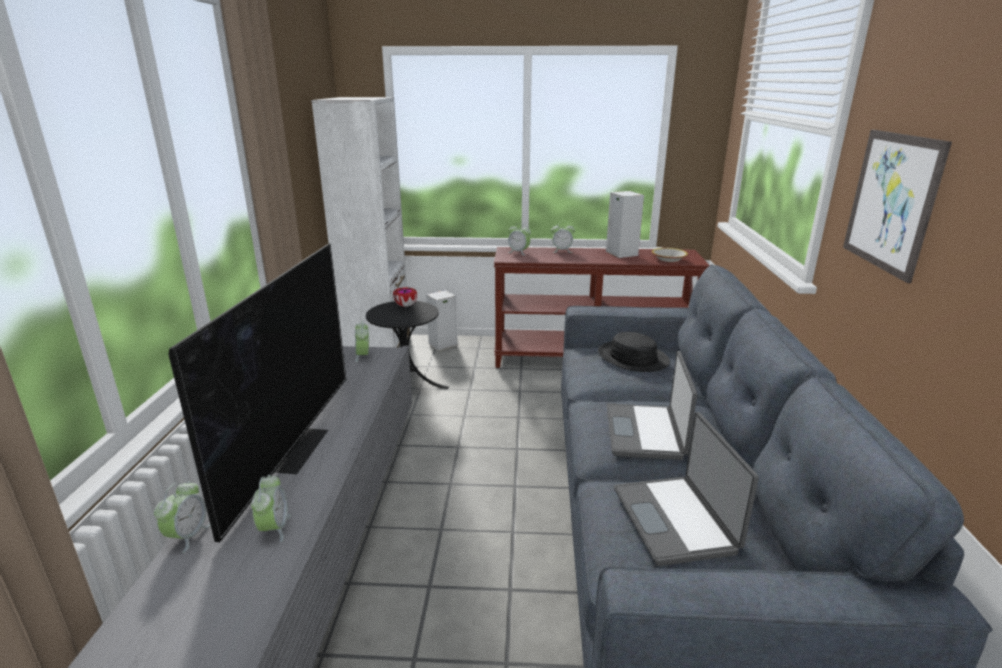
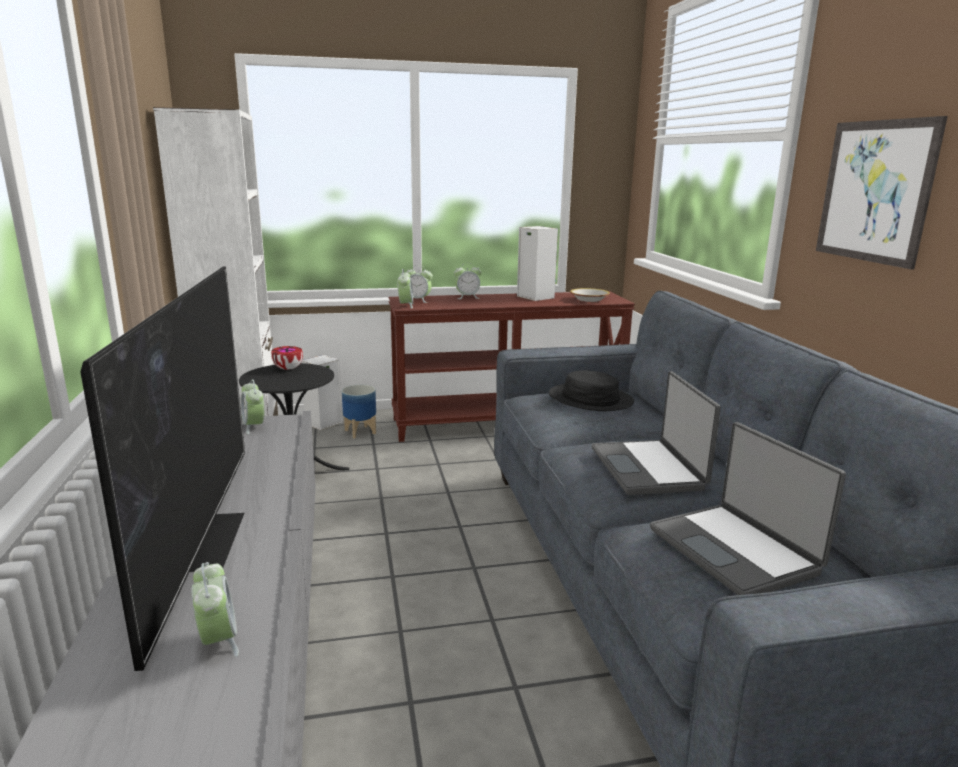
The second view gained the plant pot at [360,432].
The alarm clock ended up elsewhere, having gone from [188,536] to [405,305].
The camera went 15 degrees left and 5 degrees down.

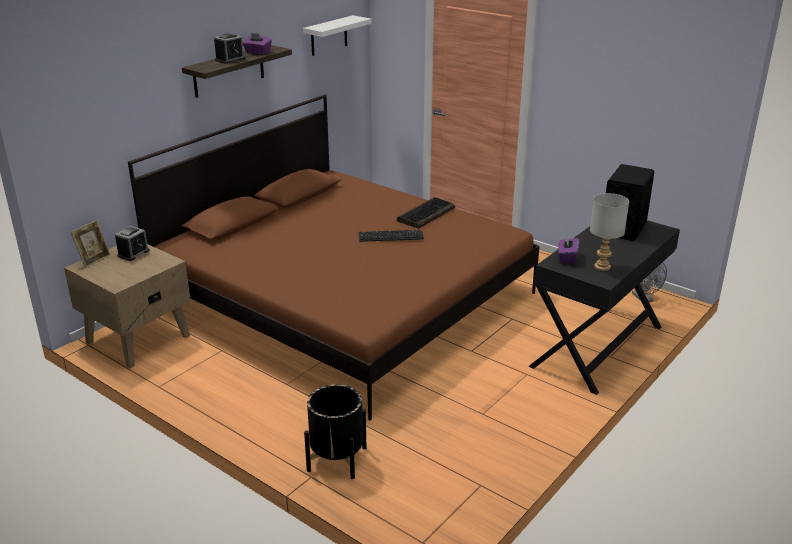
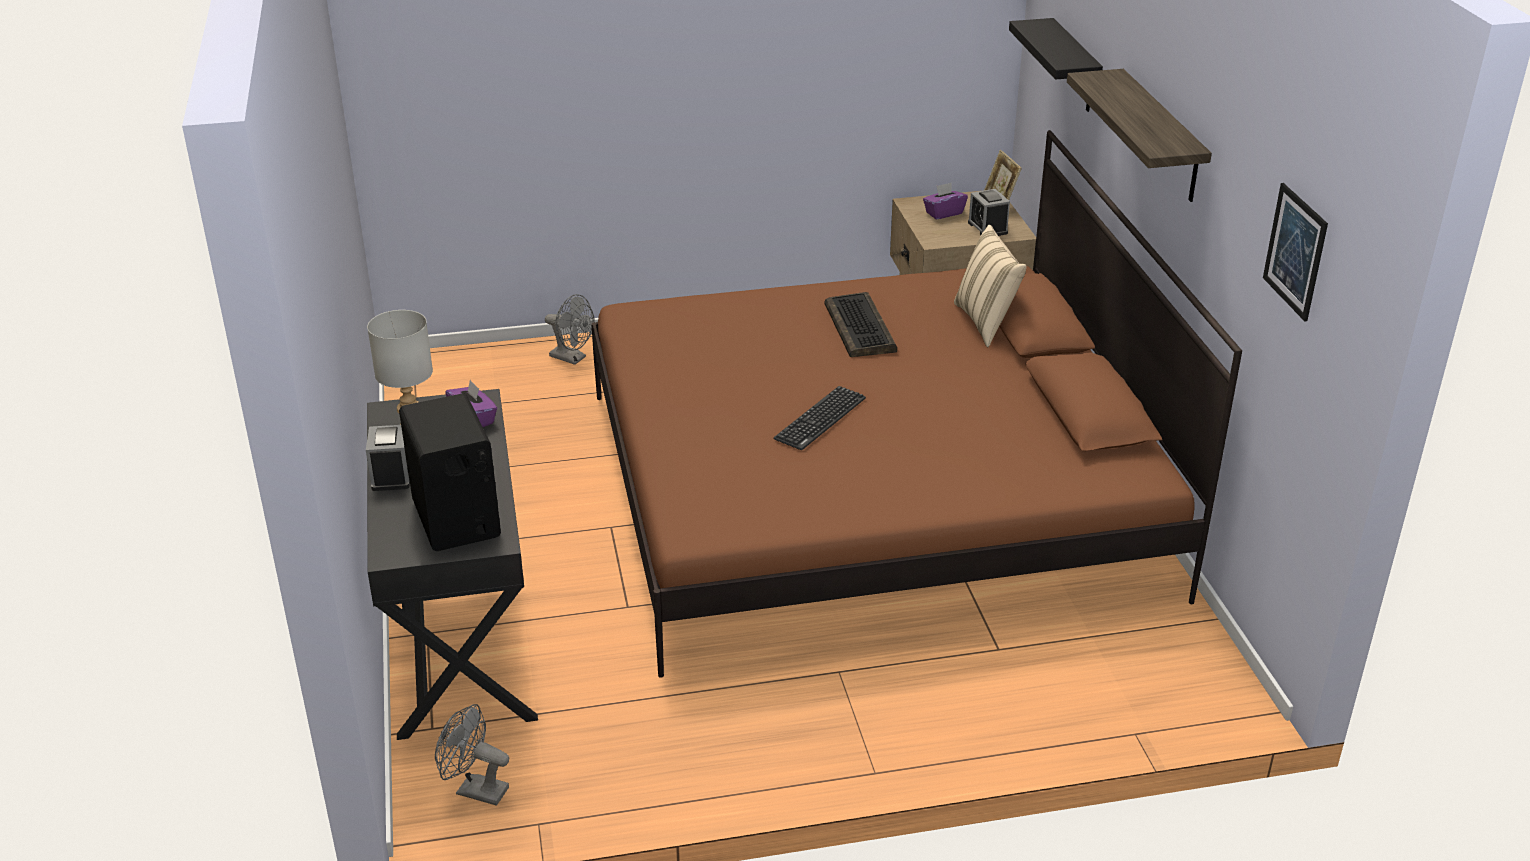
The alarm clock ended up elsewhere, having gone from [230,60] to [392,475].
Where the plant pot/black-coloured stood at [337,459], the electric fan/gray came to stand at [572,358].
The PC keyboard ended up elsewhere, having gone from [426,214] to [861,328].
The box of tissues/purple ended up elsewhere, having gone from [257,52] to [943,213].
The second view gained the cushion/sand-coloured at [986,322].
The second view gained the wall shelf/black-coloured at [1074,67].
Where the wall shelf/white-coloured hung at [329,36], the wall picture came to hang at [1295,251].
The camera went 130 degrees right and 5 degrees up.

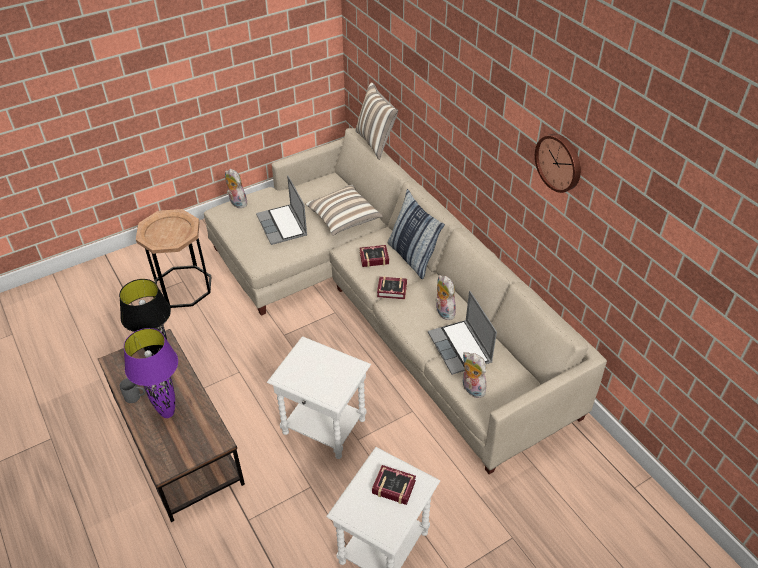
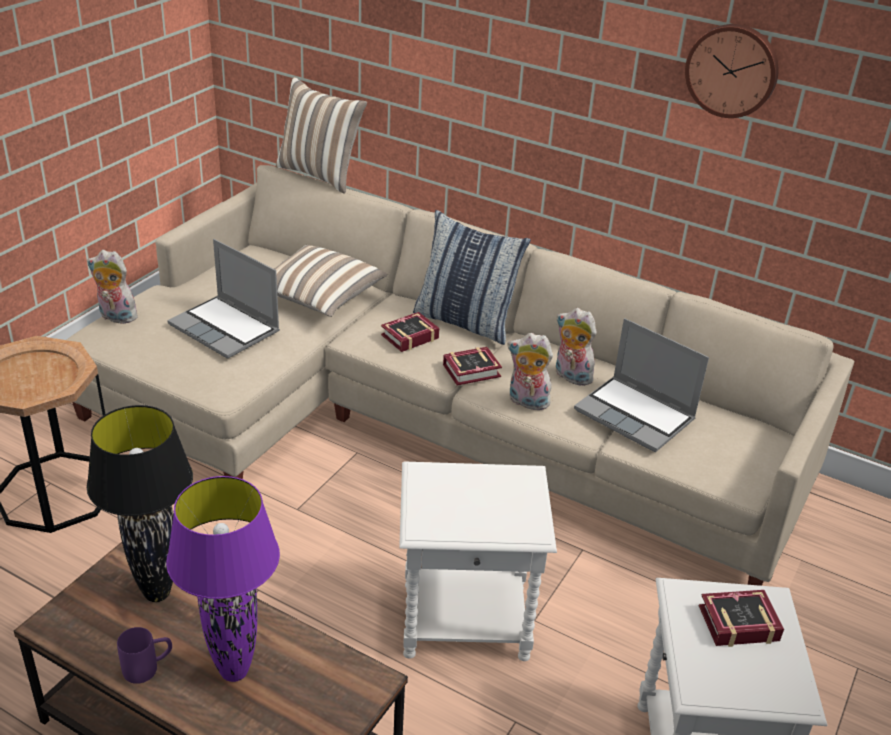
What was the coffee mug/gray at [136,397] turned into the coffee mug/purple at [148,668].
The cuddly toy ended up elsewhere, having gone from [471,389] to [526,402].
The camera went 30 degrees left and 10 degrees down.

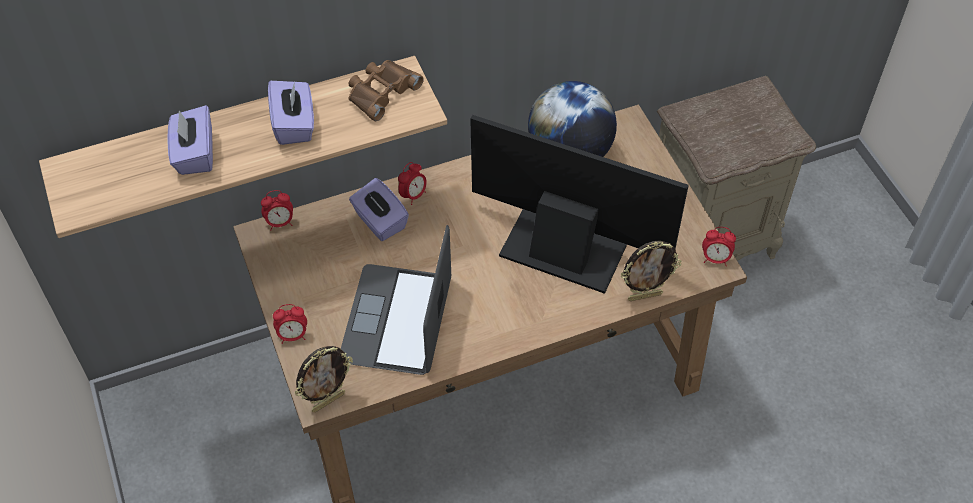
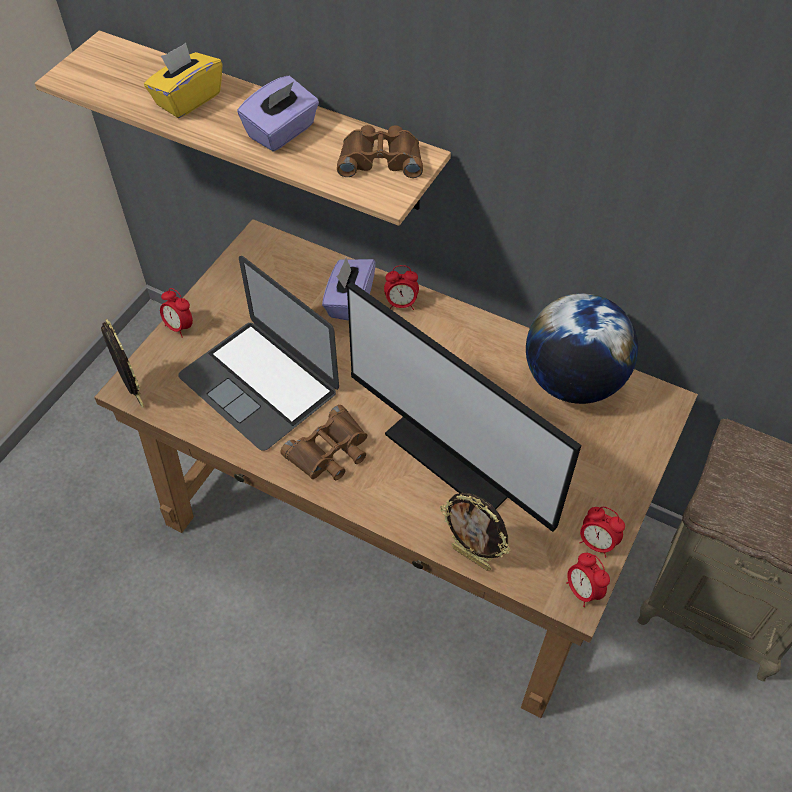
The standing frame at [328,401] ended up facing another way, 135 degrees counterclockwise from before.
What was the box of tissues/purple at [194,154] turned into the box of tissues/yellowish at [188,99].
The notebook computer at [397,319] ended up facing another way, 105 degrees counterclockwise from before.
The second view gained the binoculars/brown-coloured at [330,451].
The monitor at [564,248] ended up facing another way, 150 degrees clockwise from before.
The alarm clock ended up elsewhere, having gone from [280,223] to [596,543].
The camera went 50 degrees right and 0 degrees up.

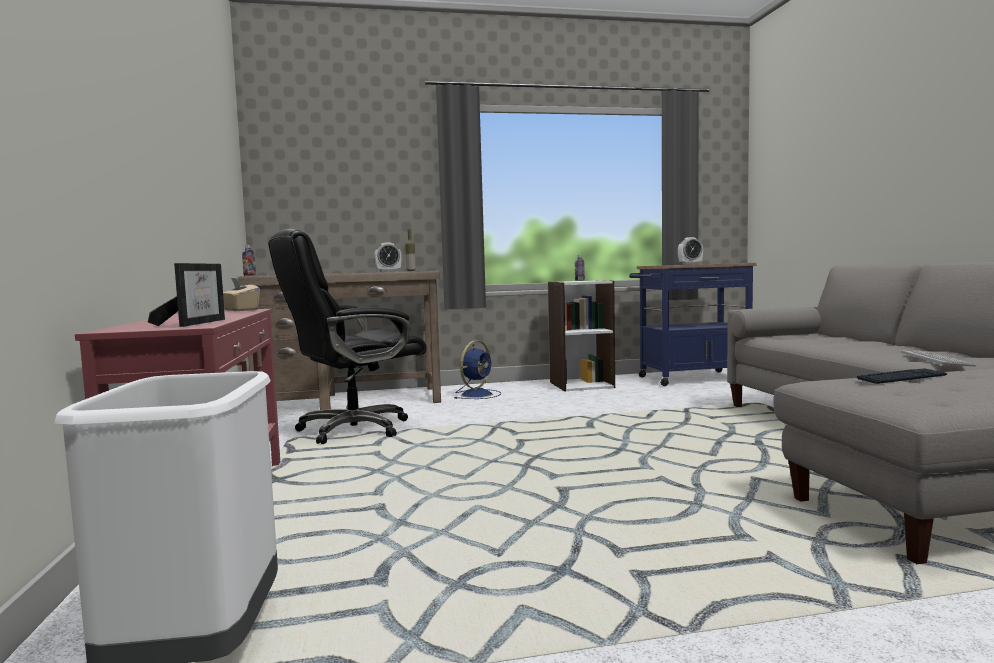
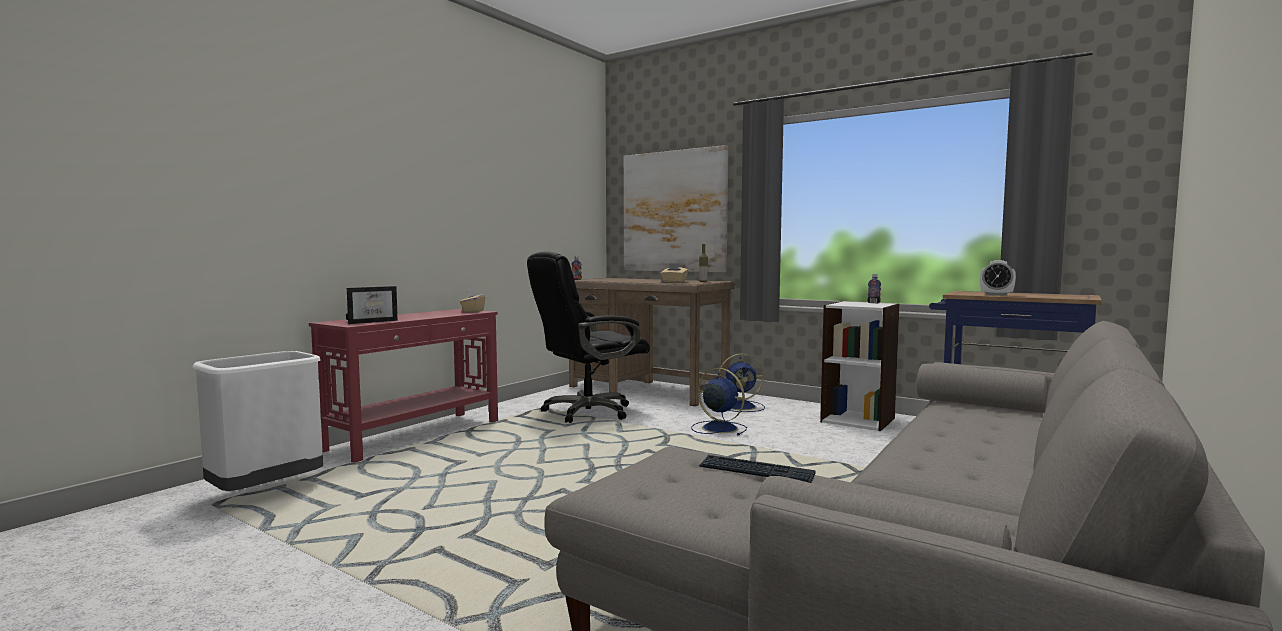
The computer chair/black-coloured at [356,429] ended up facing another way, 45 degrees counterclockwise from before.
The second view gained the wall picture at [674,211].
Where the alarm clock stood at [388,271], the box of tissues/sand-coloured came to stand at [674,282].
The second view gained the electric fan/bluish at [718,428].
The second view lost the PC keyboard at [935,360].
The camera went 45 degrees right and 0 degrees up.

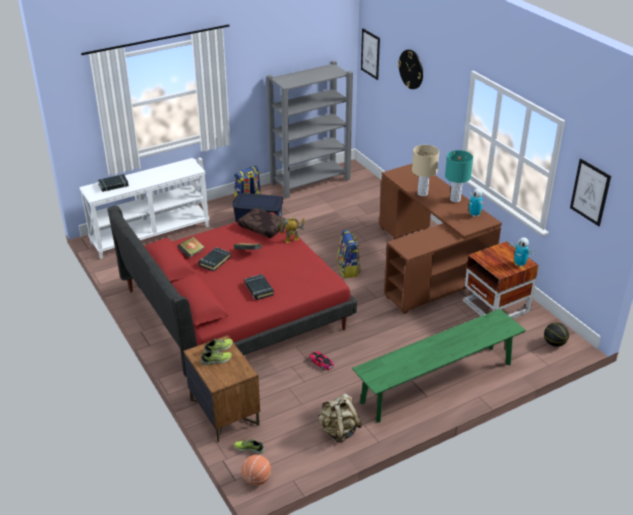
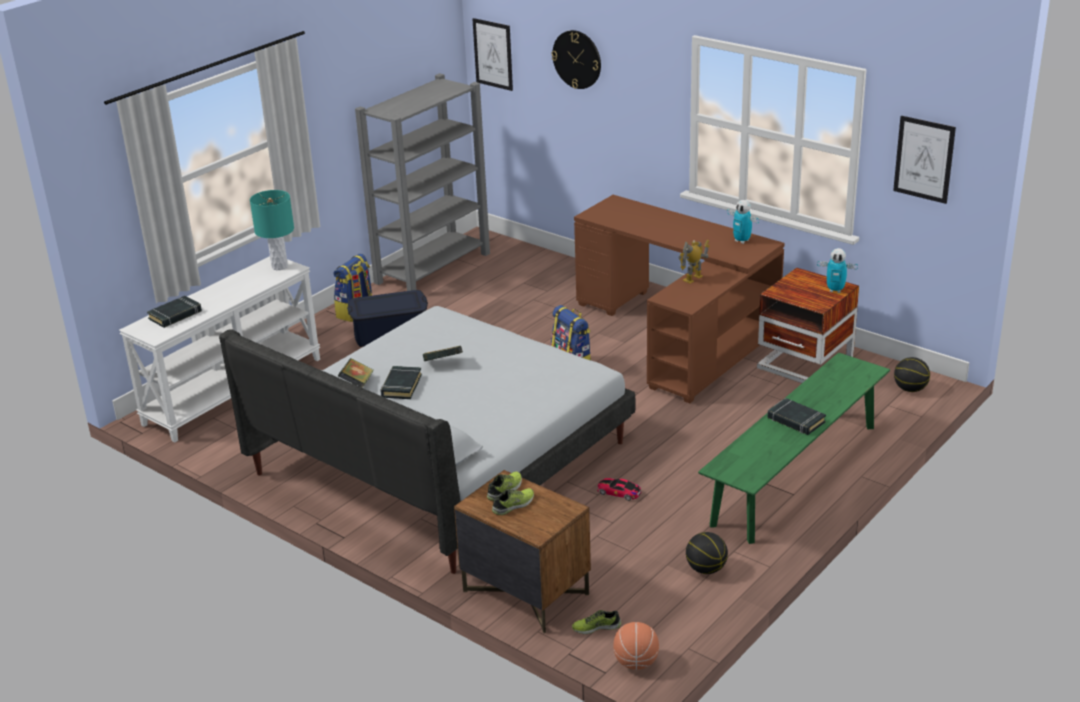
What was the bedroom bed/red-coloured at [235,309] turned into the bedroom bed/gray at [442,457].
The tabletop lamp/turquoise-coloured ended up elsewhere, having gone from [455,199] to [280,266].
The model robot ended up elsewhere, having gone from [291,240] to [693,278].
Where the backpack/sand-coloured stood at [338,431], the basketball ball came to stand at [706,569].
The volume/black-coloured ended up elsewhere, having gone from [258,289] to [795,420].
The second view lost the cushion/brown-coloured at [262,227].
The second view lost the tabletop lamp/sand-coloured at [422,193].
The camera went 20 degrees left and 5 degrees down.

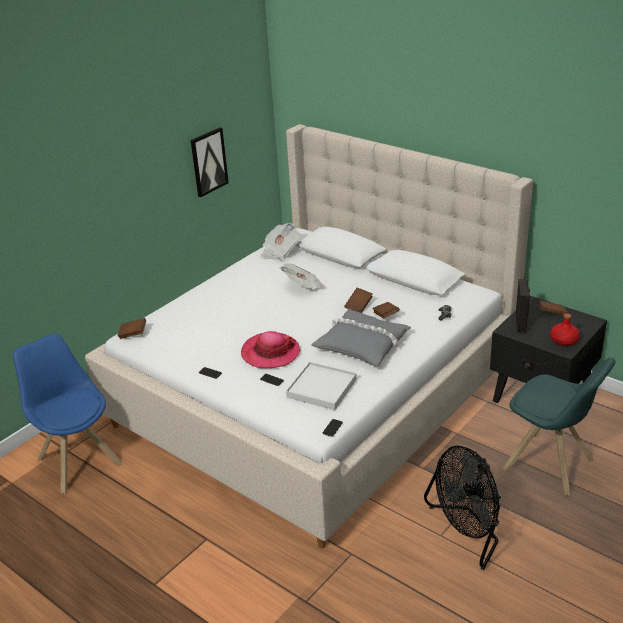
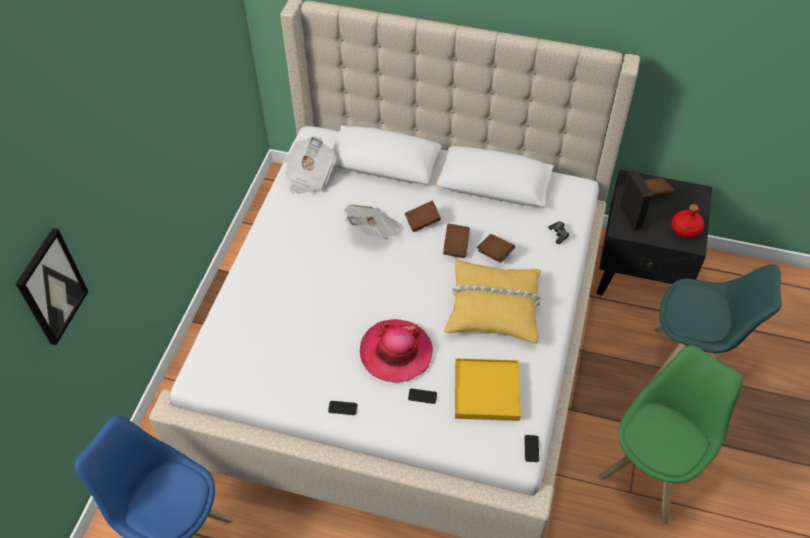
The wall picture ended up elsewhere, having gone from [208,162] to [51,287].
The volume/brown-coloured ended up elsewhere, having gone from [133,334] to [422,222].
What was the cushion/gray at [362,344] turned into the cushion/yellowish at [493,307].
What was the tray/white-coloured at [321,388] turned into the tray/yellowish at [486,391].
Where the electric fan/black-coloured stood at [469,527], the chair/greenish came to stand at [652,472].
The camera went 25 degrees left and 20 degrees up.

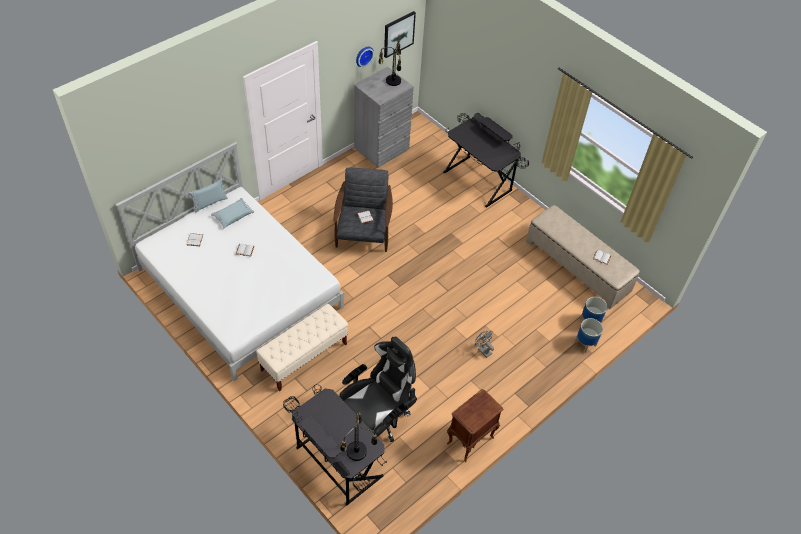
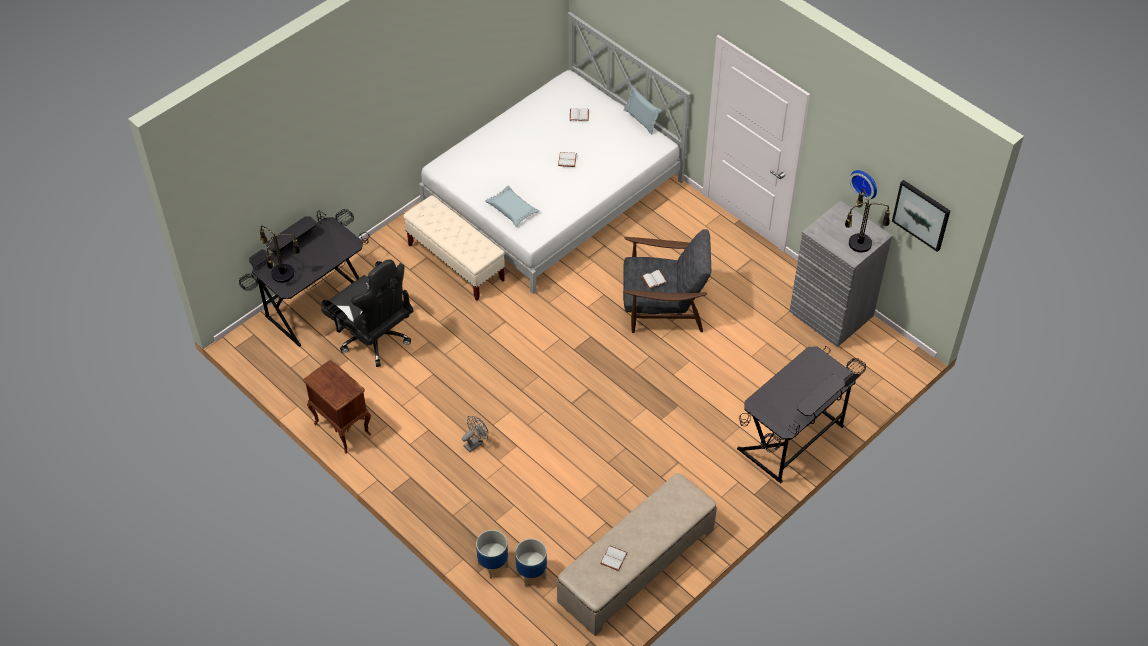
The cushion/bluish ended up elsewhere, having gone from [233,215] to [512,208].
The camera went 90 degrees right and 0 degrees up.

